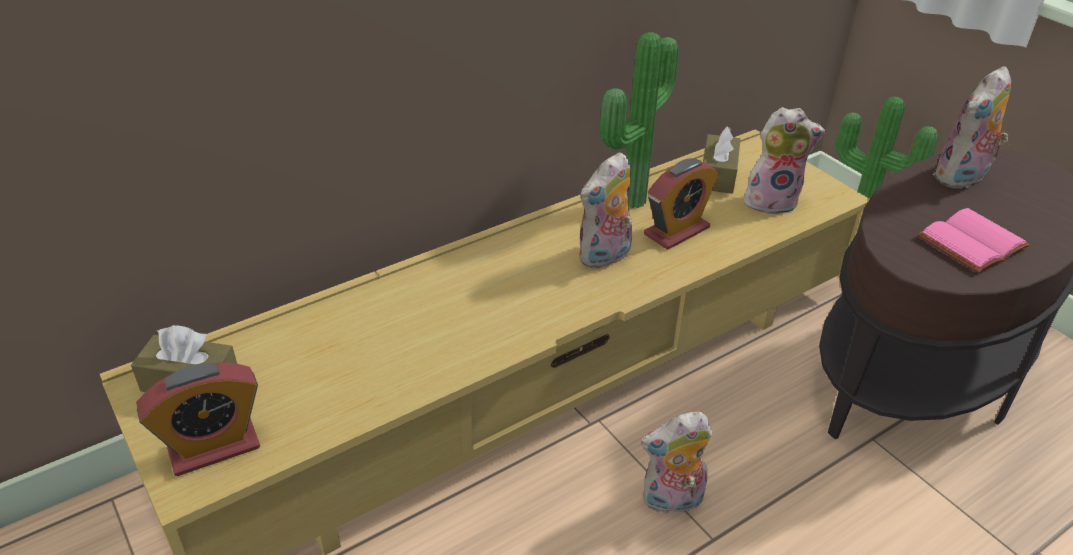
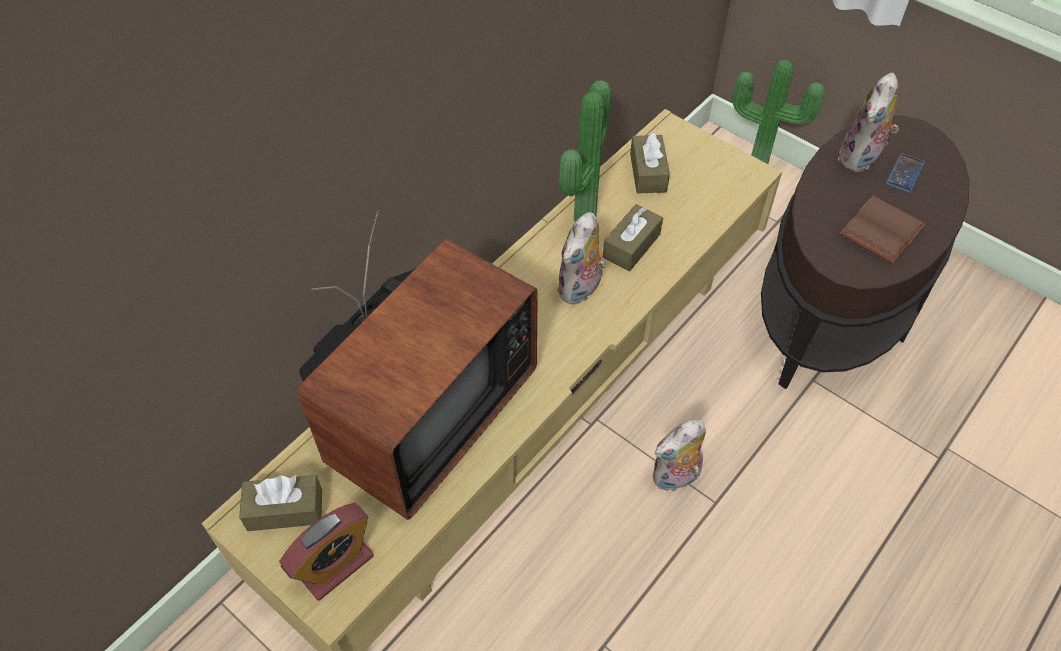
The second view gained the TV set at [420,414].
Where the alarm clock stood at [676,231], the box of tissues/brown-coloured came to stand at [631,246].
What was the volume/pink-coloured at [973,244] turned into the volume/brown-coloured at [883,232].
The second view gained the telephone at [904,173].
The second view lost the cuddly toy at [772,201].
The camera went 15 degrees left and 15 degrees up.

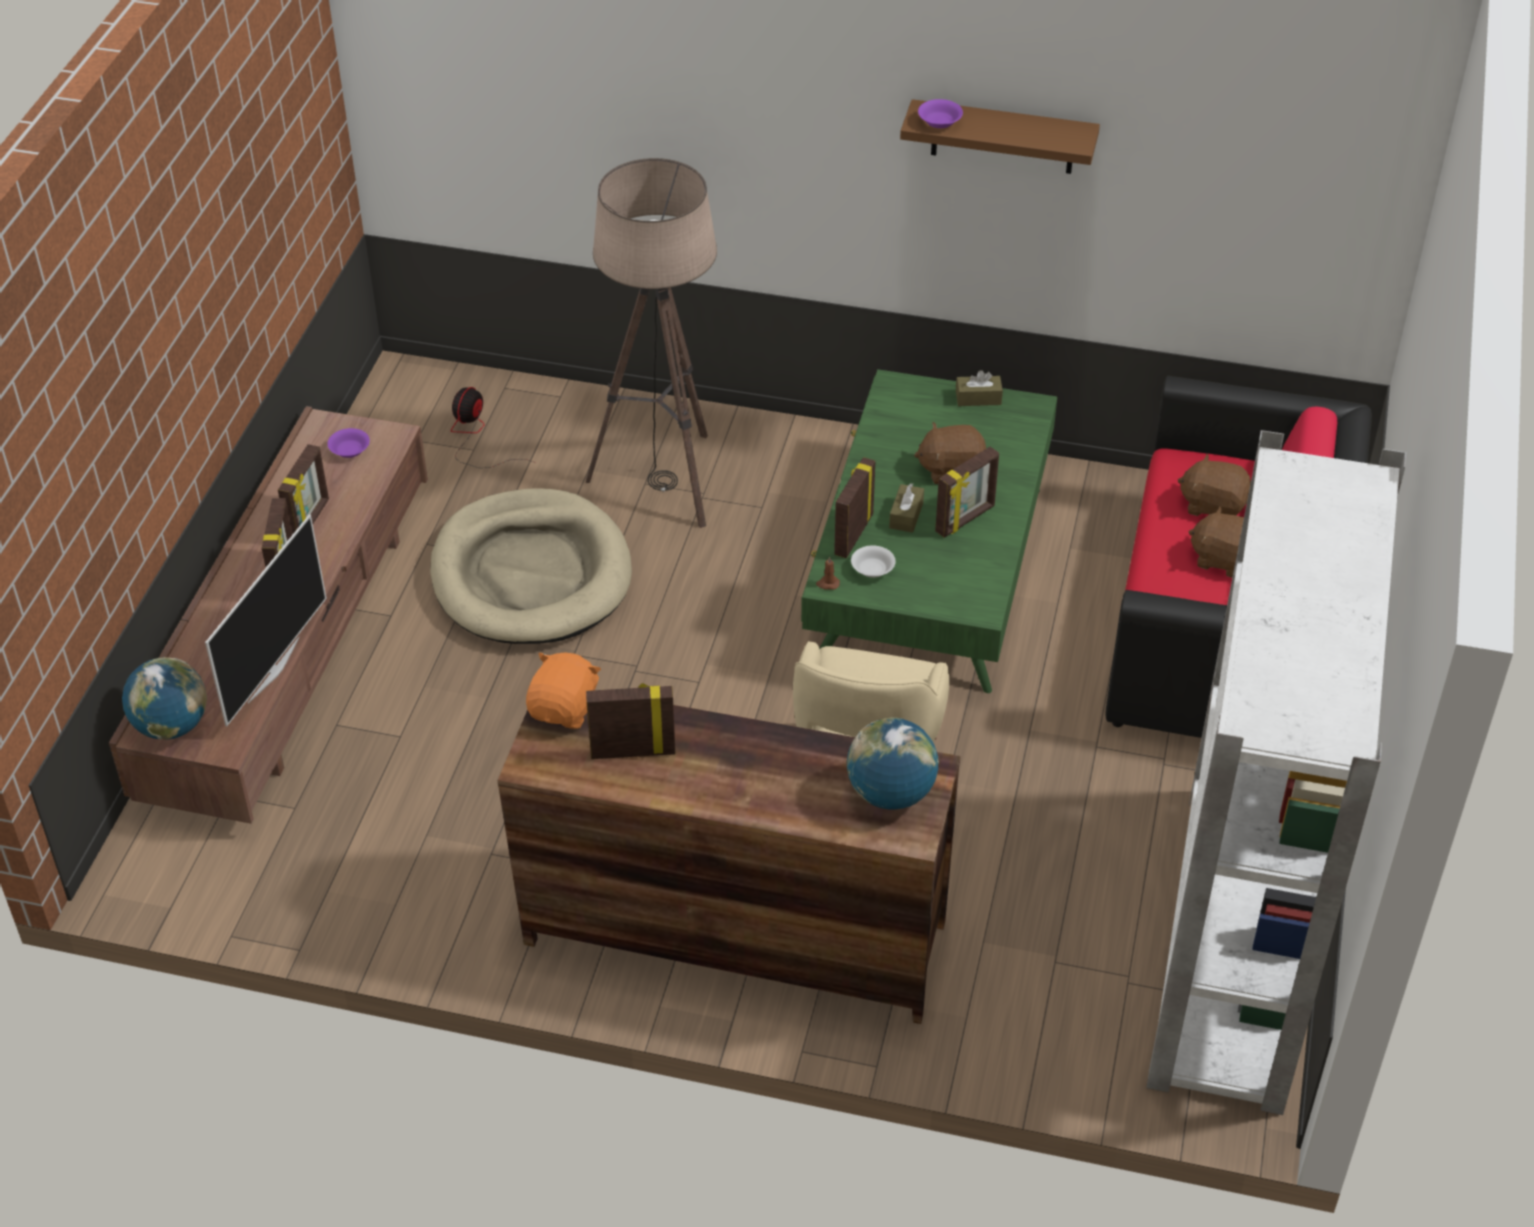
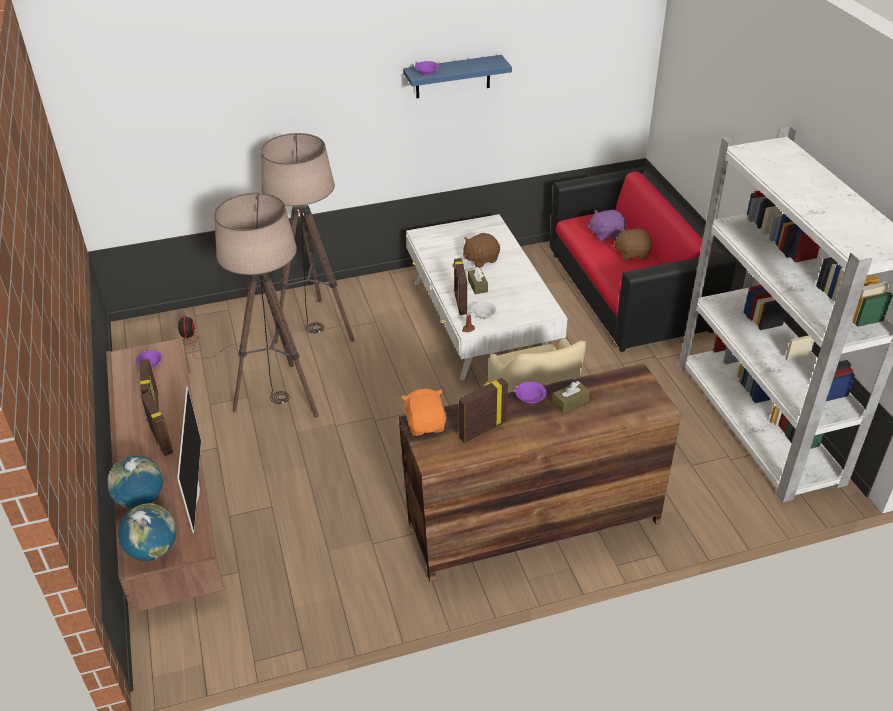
The desk globe ended up elsewhere, having gone from [890,794] to [141,500].
Where the dog cushion/sand-coloured stood at [531,574], the standard lamp came to stand at [281,397].
What was the wall shelf/brown-coloured at [1003,137] turned into the wall shelf/bluish at [453,77].
What was the low table/greenish at [928,572] turned into the low table/white-coloured at [480,320].
The second view gained the serving bowl/purple at [530,398].
The box of tissues/brown-coloured ended up elsewhere, having gone from [978,398] to [570,402].
What was the cuddly toy/brown-coloured at [1213,505] turned into the cuddly toy/purple at [606,234].
The second view lost the standing frame at [965,520].
The camera went 30 degrees left and 5 degrees down.

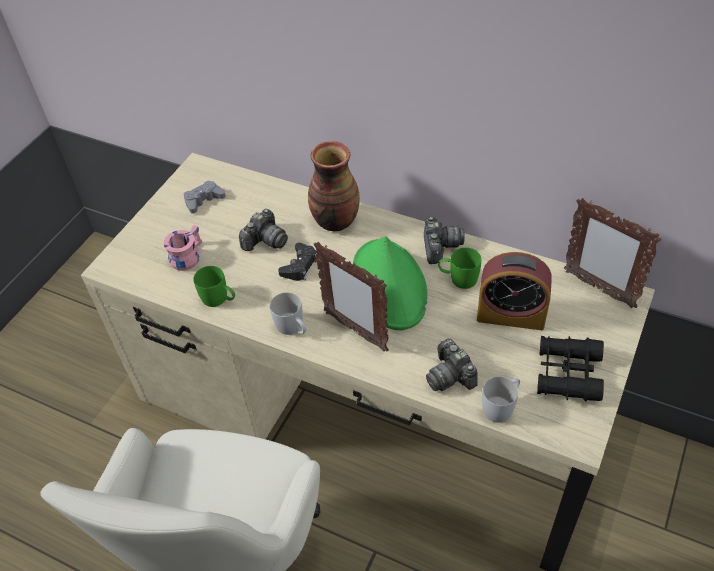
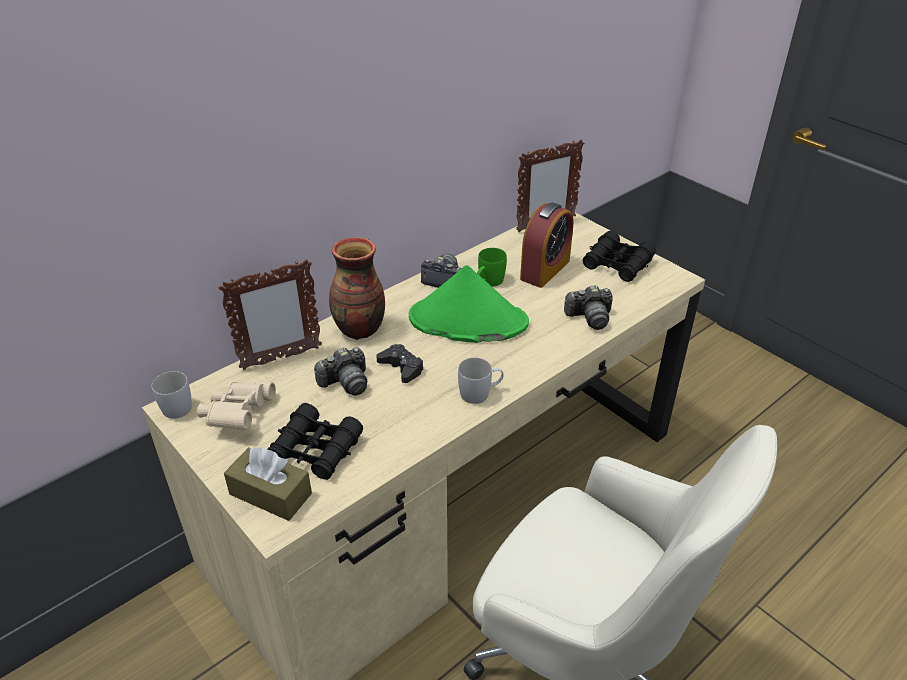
The coffee mug/white-coloured ended up elsewhere, having gone from [501,406] to [176,404].
Where the gamepad/gray stood at [203,200], the binoculars/sand-coloured came to stand at [238,415].
The standing frame ended up elsewhere, having gone from [355,331] to [280,358].
The second view gained the box of tissues/brown-coloured at [270,494].
Where the coffee mug/pink-coloured stood at [186,256], the binoculars/black-coloured came to stand at [316,449].
The photo camera at [265,241] ended up facing another way, 90 degrees clockwise from before.
The second view lost the coffee mug/greenish at [219,299].
The camera went 70 degrees left and 10 degrees down.

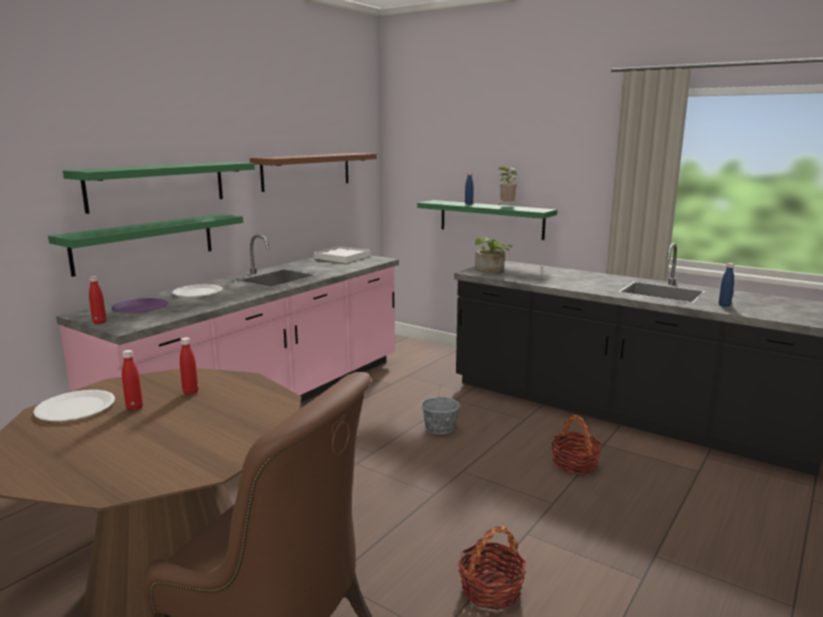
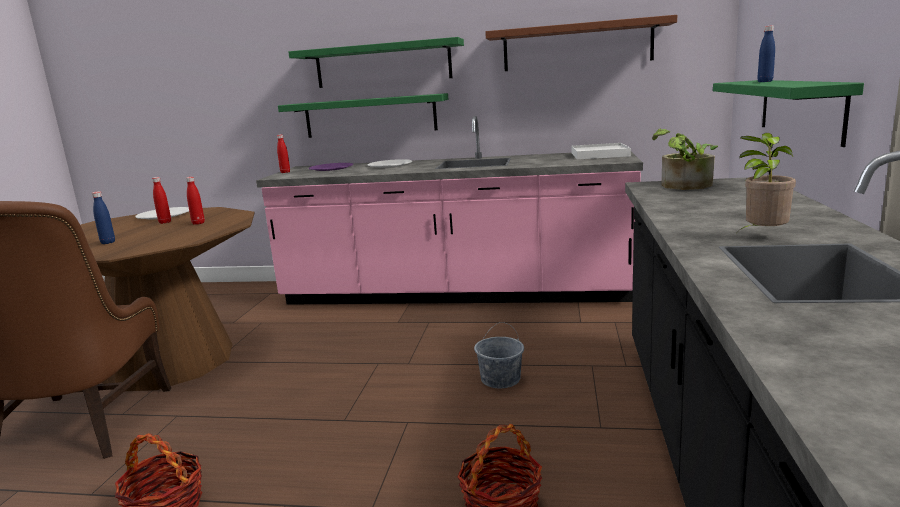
The drink bottle/bluish ended up elsewhere, having gone from [724,305] to [108,242].
The plant in a pot ended up elsewhere, having gone from [506,206] to [762,236].
The camera went 65 degrees right and 0 degrees up.

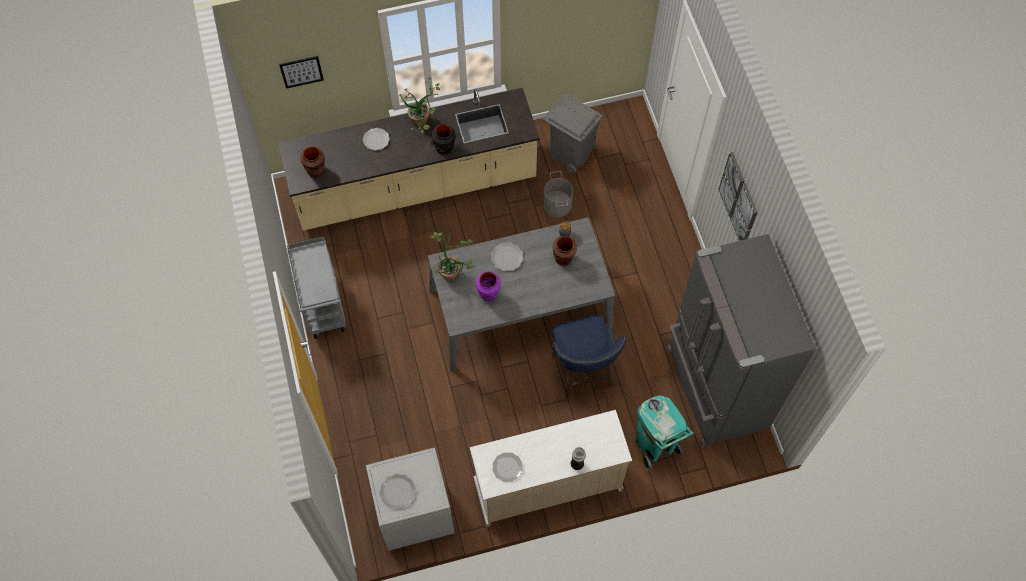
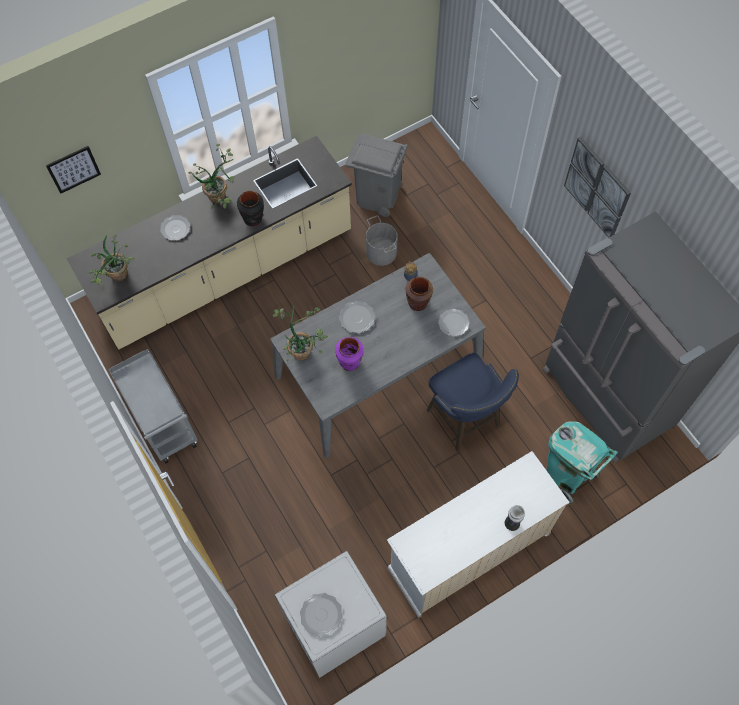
Where the vase/brown-coloured stood at [316,170], the plant in a pot came to stand at [118,278].
The plate ended up elsewhere, having gone from [507,467] to [453,323].
The camera went 15 degrees left and 0 degrees up.

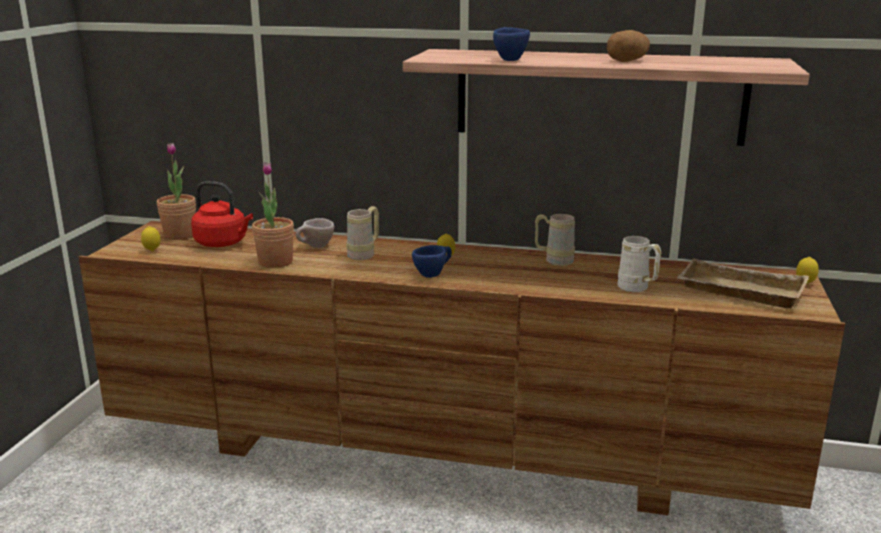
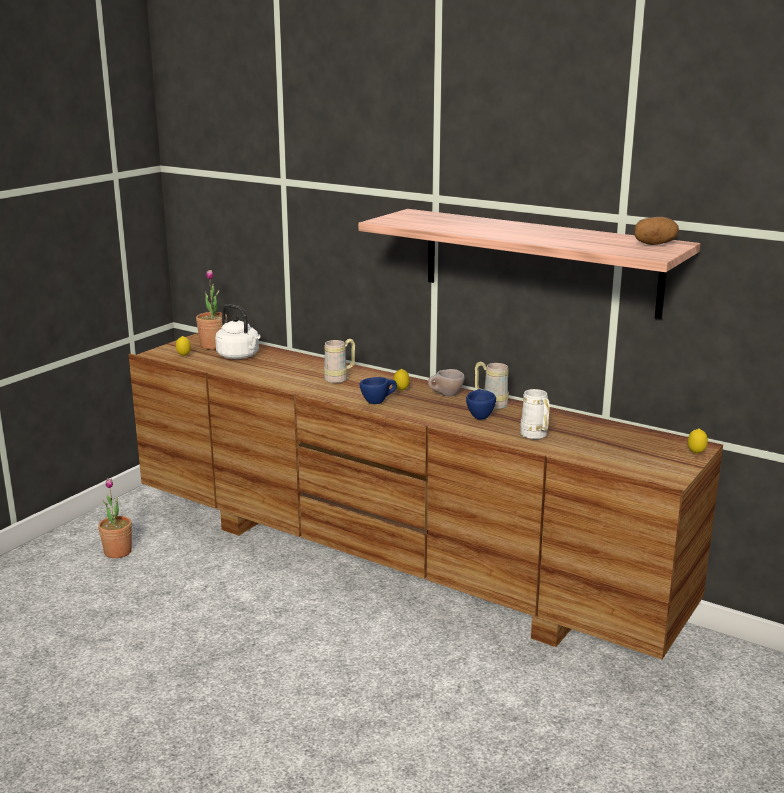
The plant in a pot ended up elsewhere, having gone from [275,262] to [118,552].
What was the water kettle/red-coloured at [223,243] turned into the water kettle/white-coloured at [240,356].
The drinking cup/sand-coloured ended up elsewhere, having gone from [315,247] to [445,395].
The drinking cup/bluish ended up elsewhere, having gone from [507,60] to [479,416].
The whole potato ended up elsewhere, having gone from [626,61] to [654,244].
The second view lost the tray/sand-coloured at [738,292].
The camera went 20 degrees right and 0 degrees up.

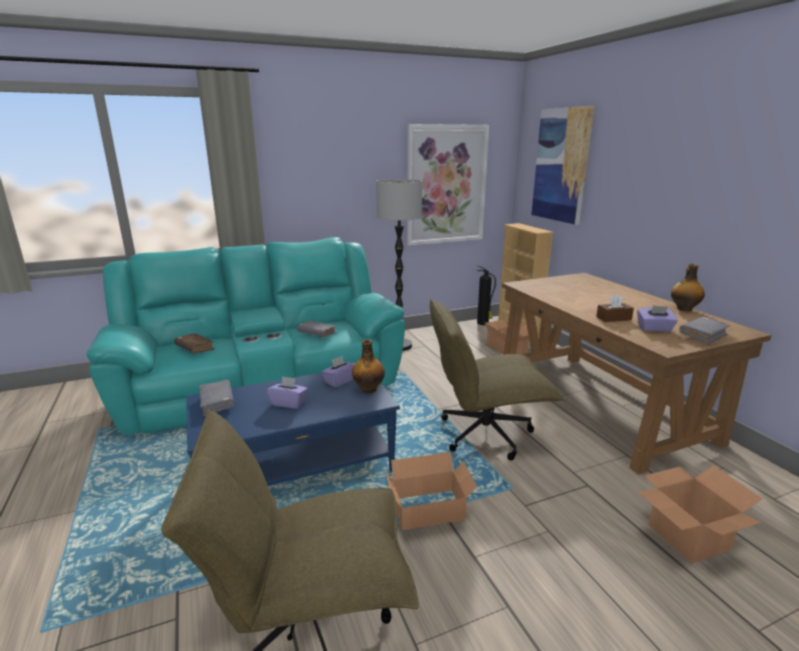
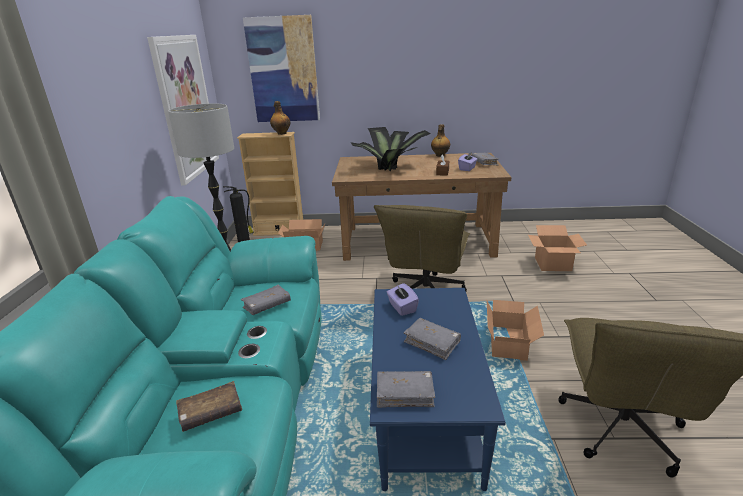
The drink bottle ended up elsewhere, having gone from [369,389] to [281,133].
The second view gained the plant in a pot at [390,167].
Where the box of tissues/purple stood at [289,403], the volume/gray came to stand at [432,343].
The camera went 65 degrees left and 5 degrees up.

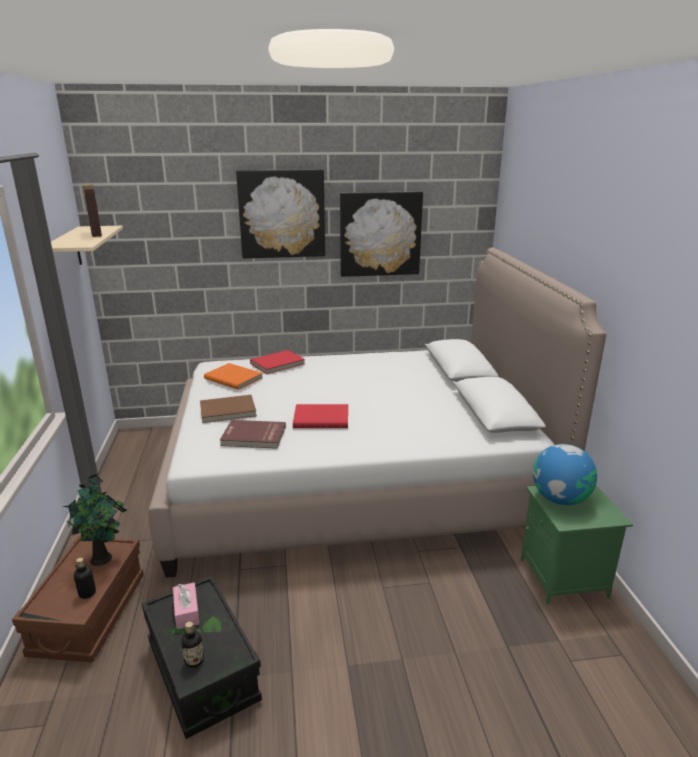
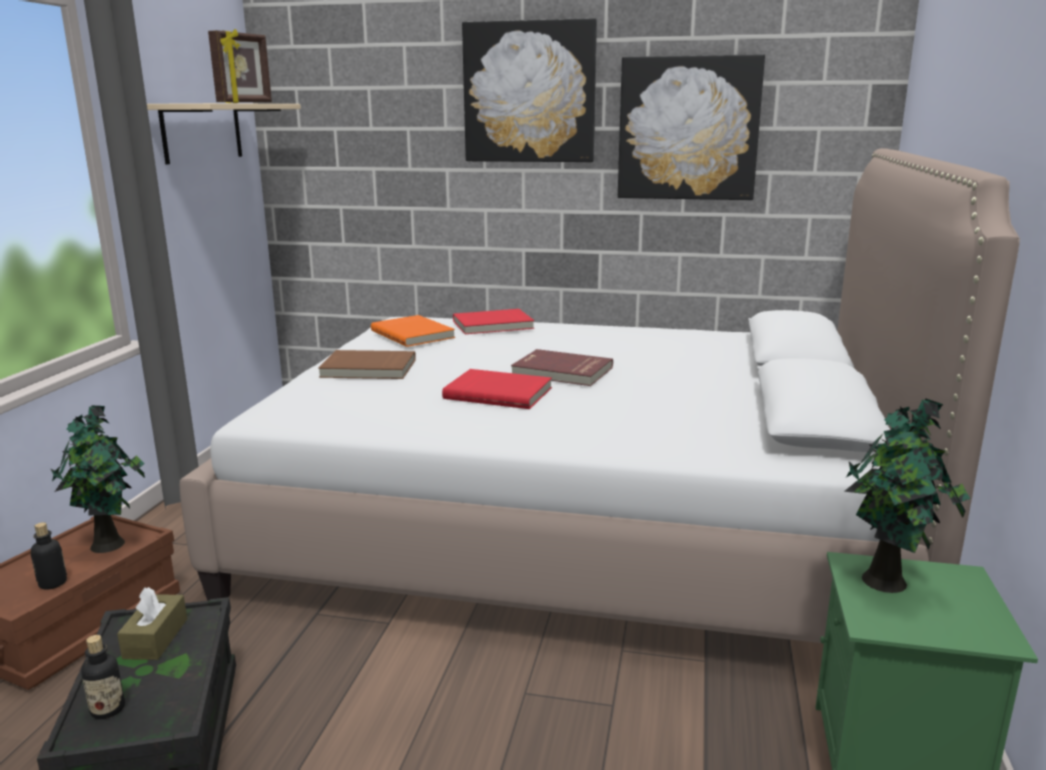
What was the box of tissues/pink-coloured at [187,612] turned into the box of tissues/brown-coloured at [155,638].
The standing frame at [96,234] ended up facing another way, 150 degrees counterclockwise from before.
The volume/red-coloured ended up elsewhere, having gone from [253,437] to [561,372].
Where the desk globe stood at [560,498], the plant in a pot came to stand at [887,583].
The camera went 20 degrees right and 5 degrees down.

